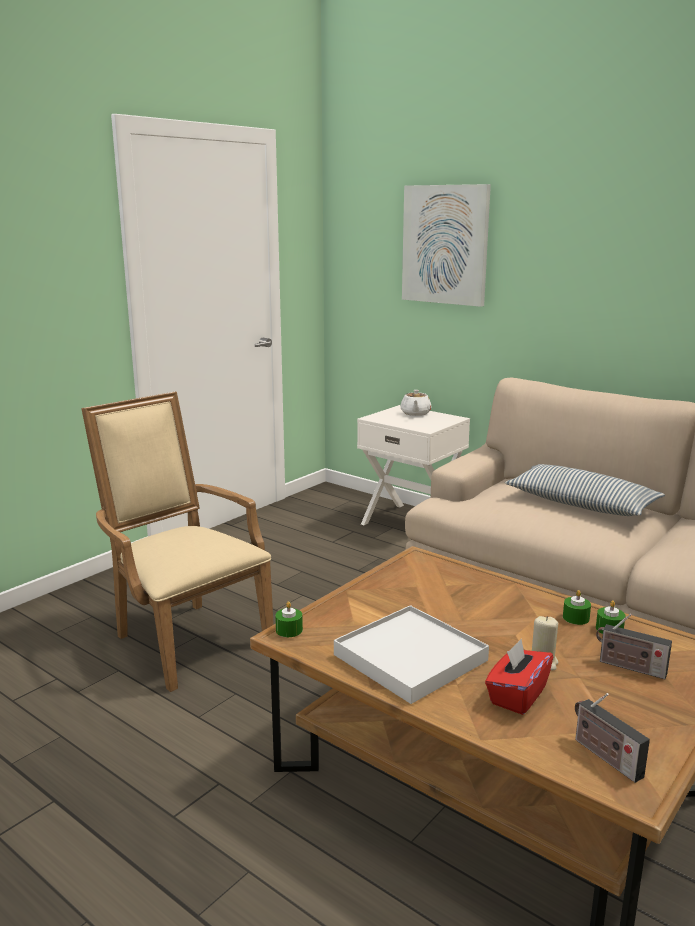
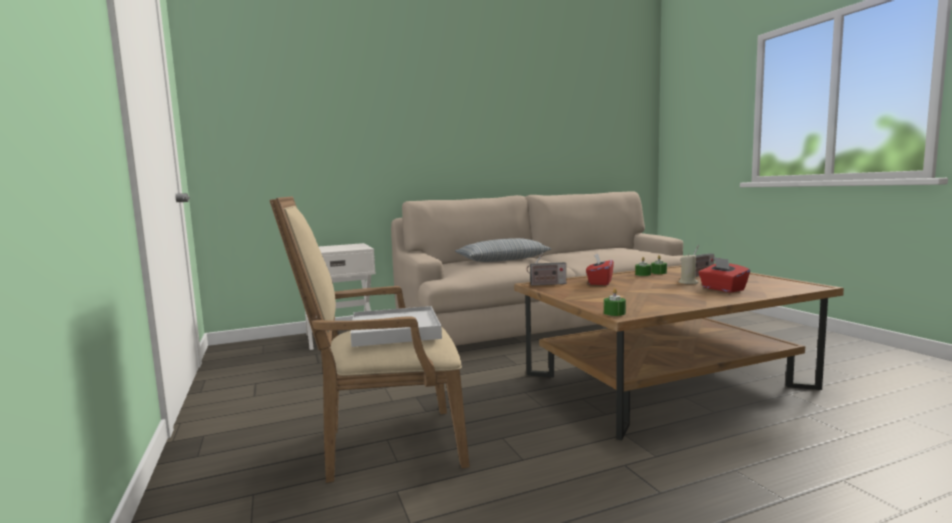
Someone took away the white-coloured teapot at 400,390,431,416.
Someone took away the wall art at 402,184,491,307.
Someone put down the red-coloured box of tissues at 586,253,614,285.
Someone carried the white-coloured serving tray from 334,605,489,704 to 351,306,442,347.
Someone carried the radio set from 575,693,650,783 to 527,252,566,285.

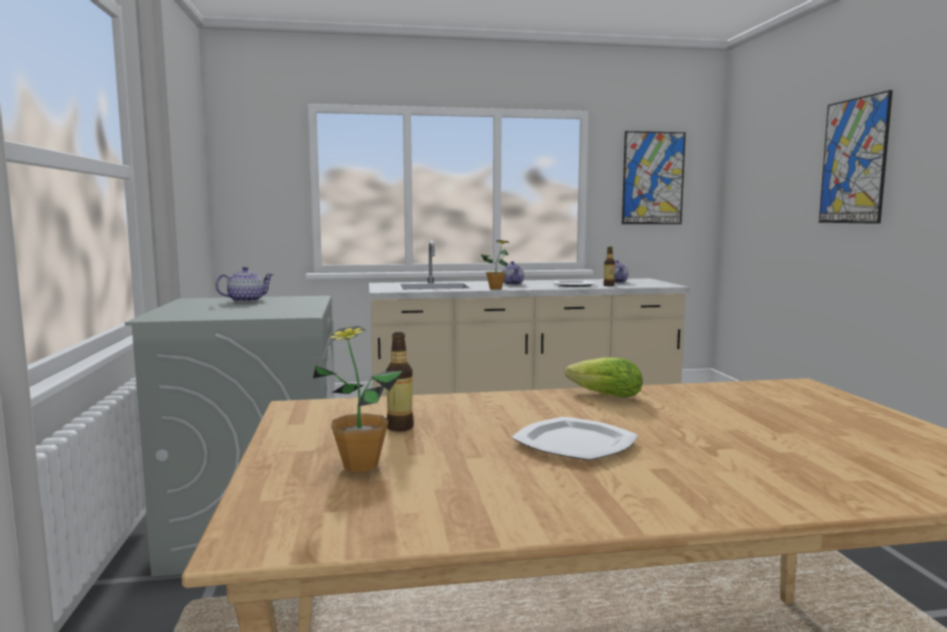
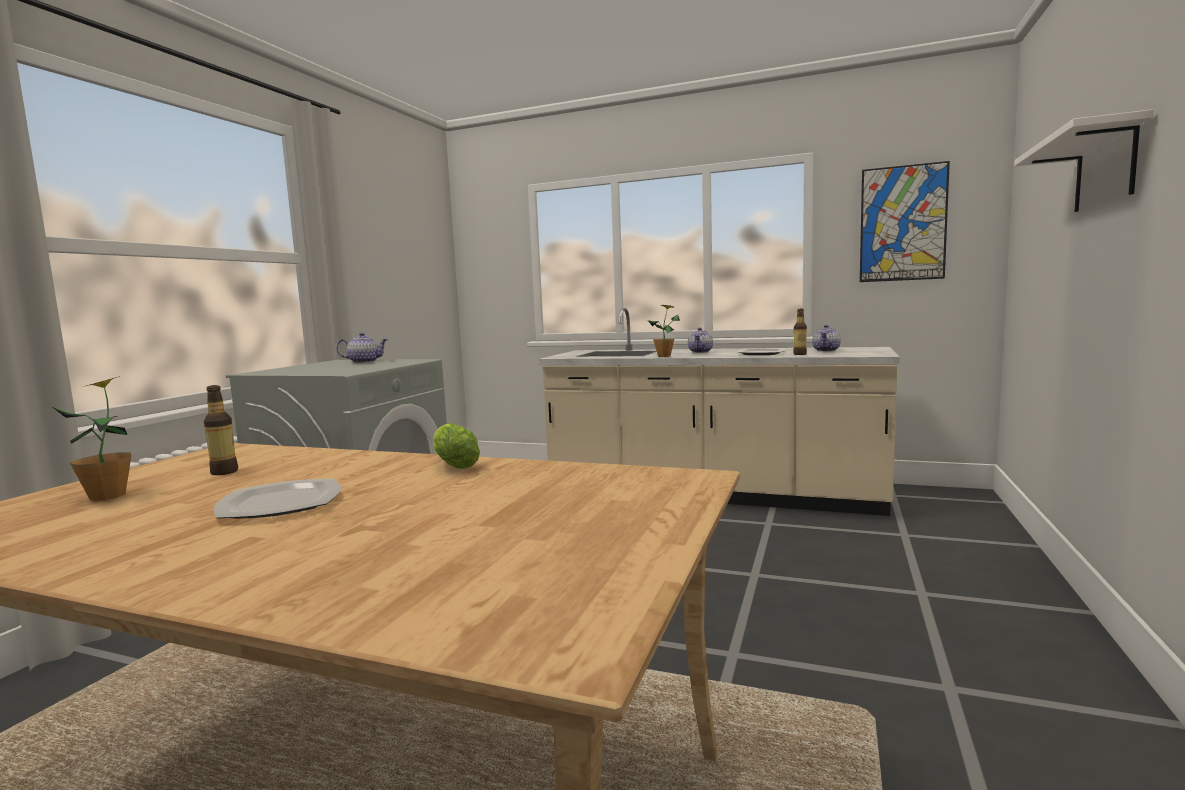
Someone swapped the wall art at 819,90,893,224 for the white-coloured shelf at 1014,109,1153,212.

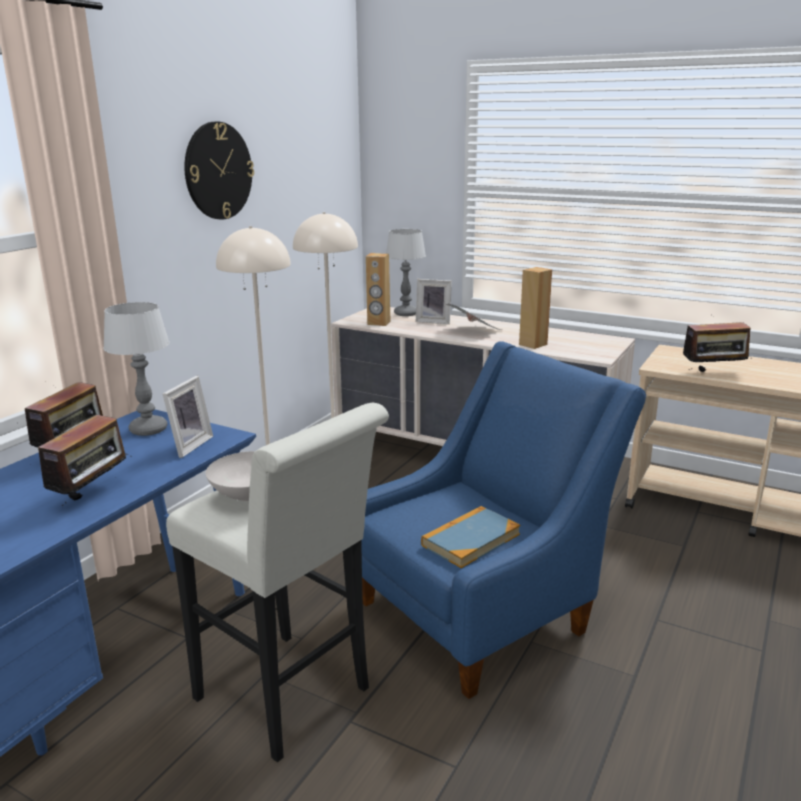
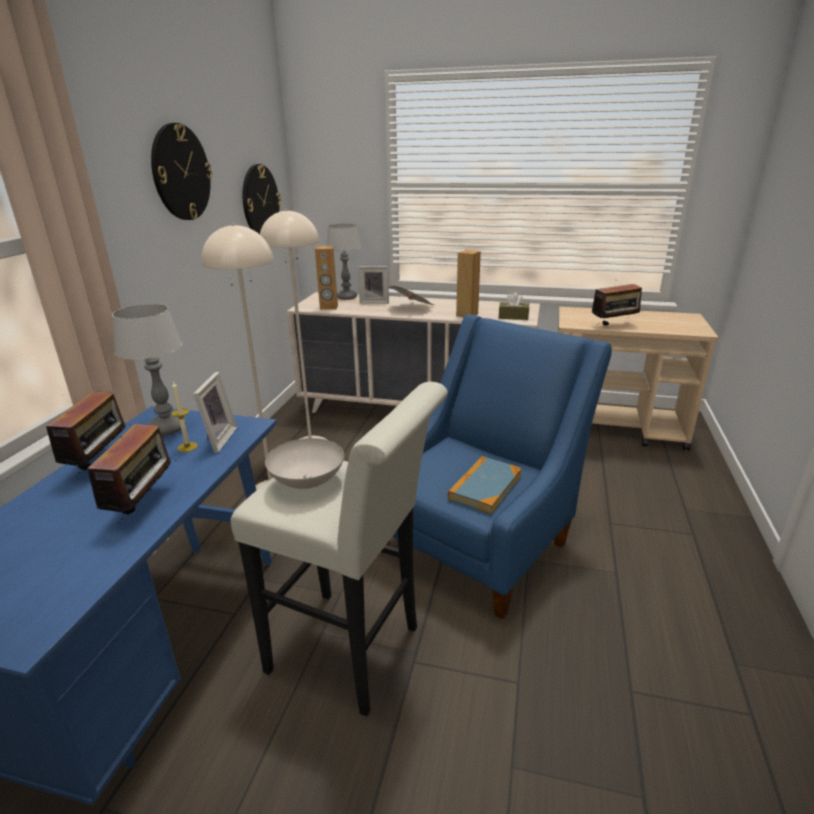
Someone put down the candle at 171,381,198,452.
Someone put up the hanging clock at 243,164,281,234.
Someone put down the brown box of tissues at 499,292,529,320.

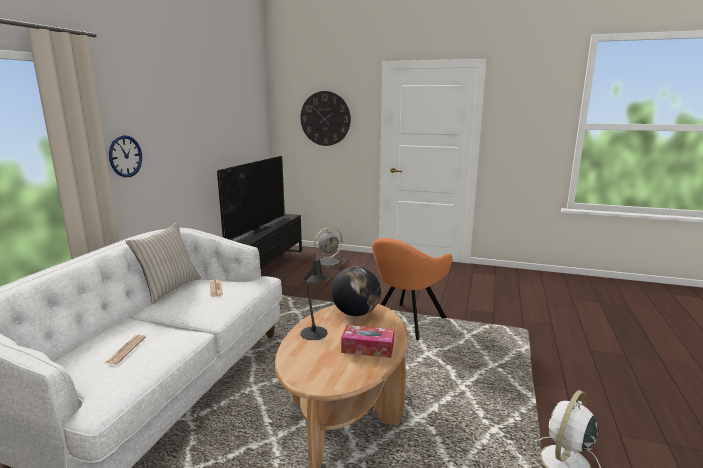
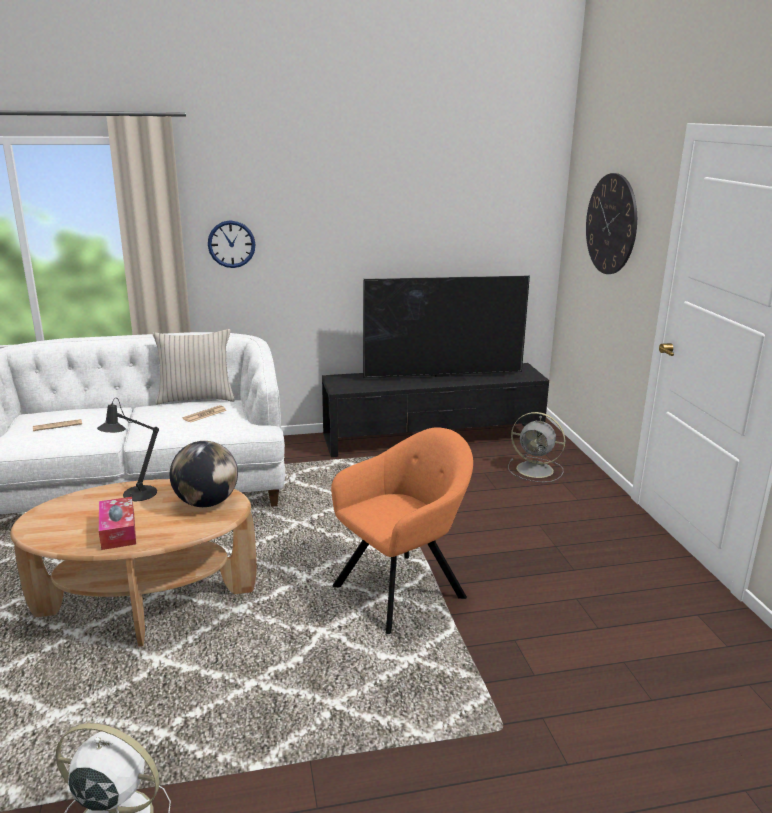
Someone rotated the orange easy chair at 372,238,453,341 by 135 degrees clockwise.

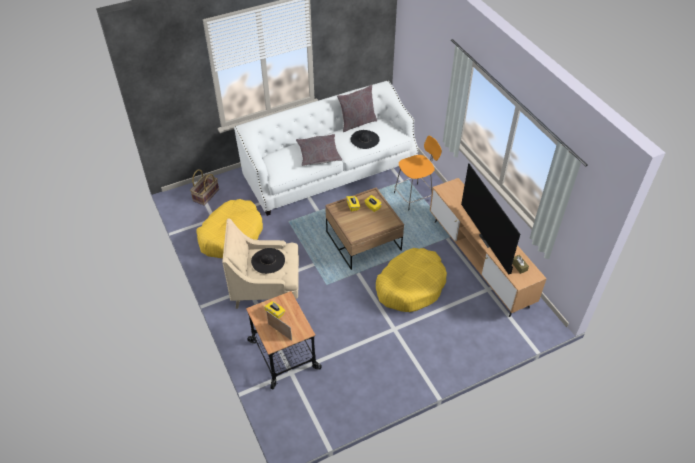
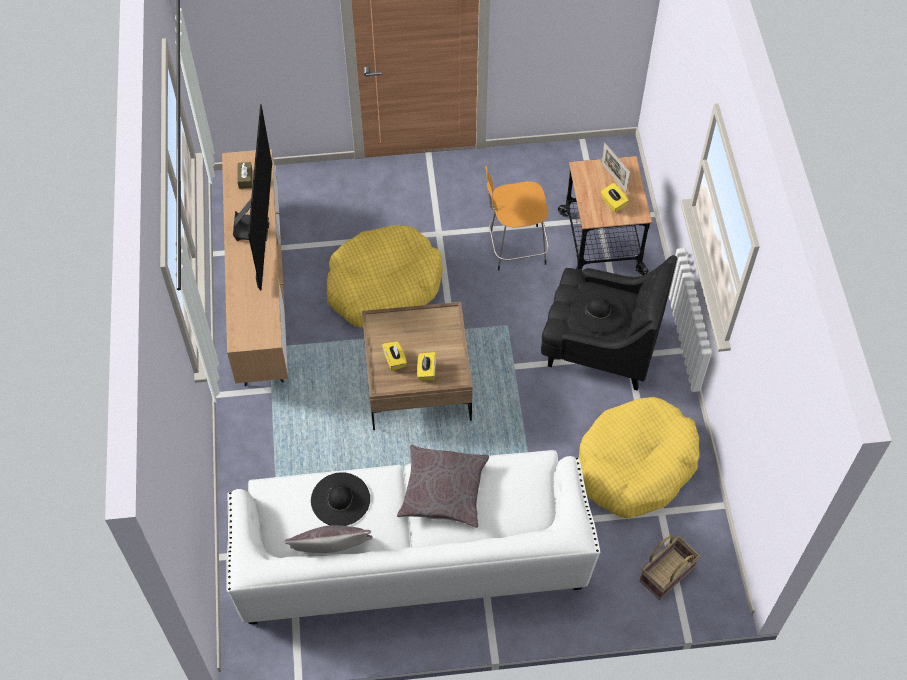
Someone carried the orange sitting stool from 394,136,442,211 to 485,166,549,270.
Someone repainted the sand-coloured easy chair at 222,219,299,309, which became the blackish easy chair at 541,255,677,391.

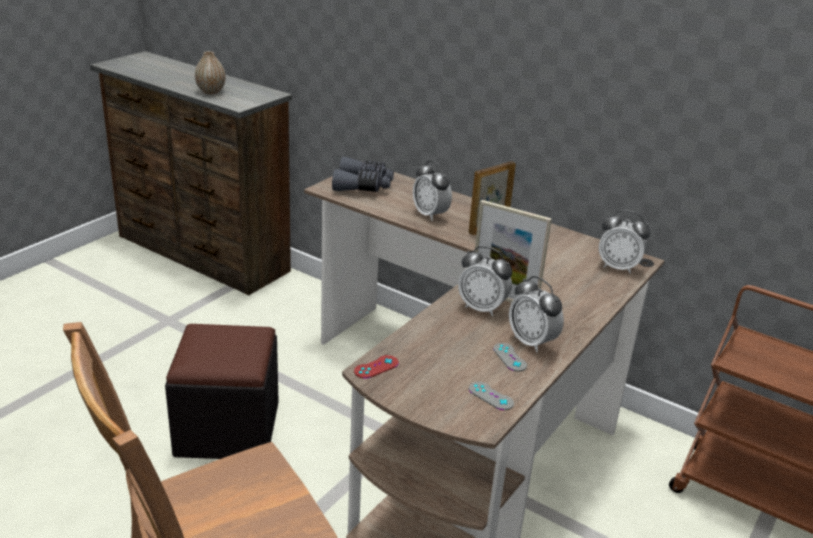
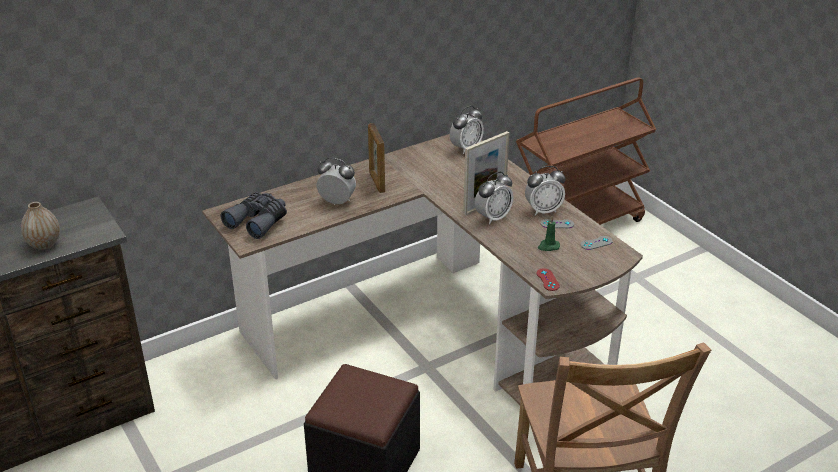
Someone put down the green-coloured candle at 538,216,560,251.
Someone rotated the bedside clock at 413,160,452,221 by 150 degrees counterclockwise.

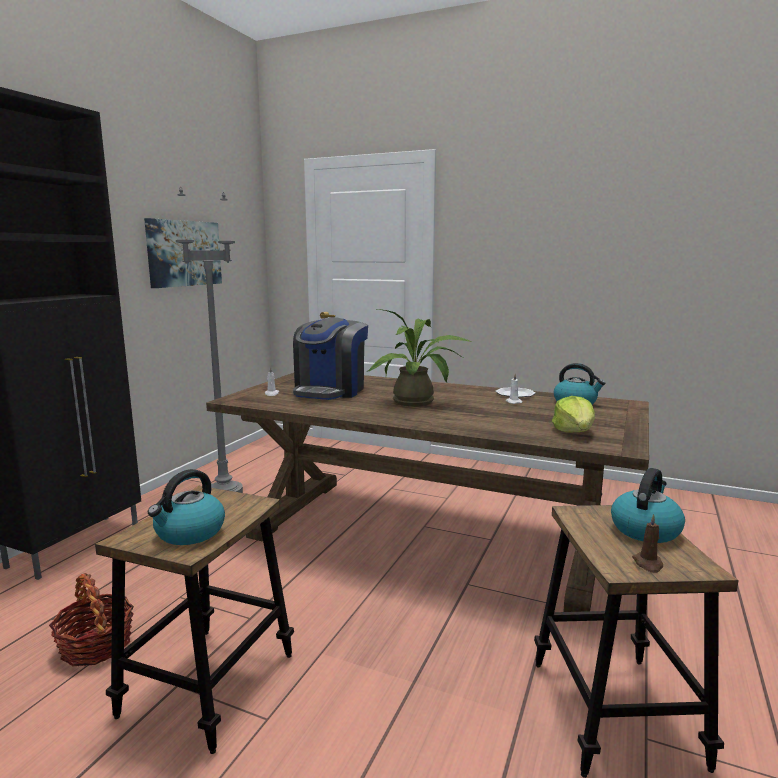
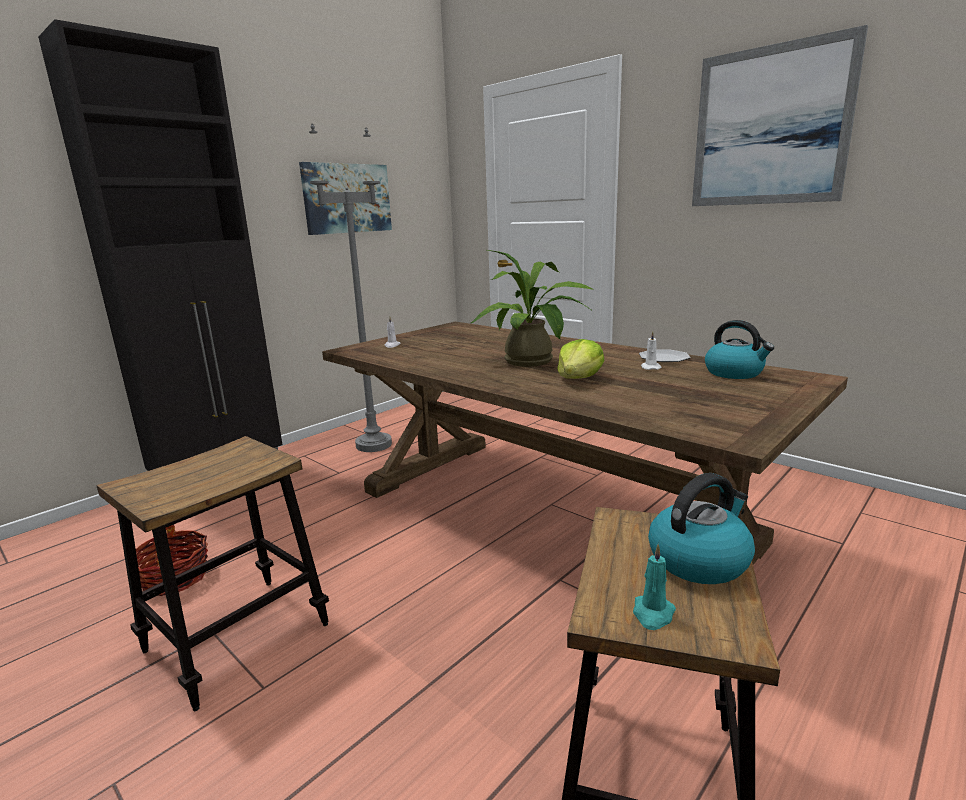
Someone took away the kettle at 148,469,225,545.
Someone took away the coffee brewer at 293,317,368,400.
Someone put up the wall art at 692,25,868,206.
Someone carried the lettuce head from 552,396,595,432 to 557,339,605,379.
Someone repainted the brown candle at 632,514,663,573, which became the blue-green candle at 633,544,676,630.

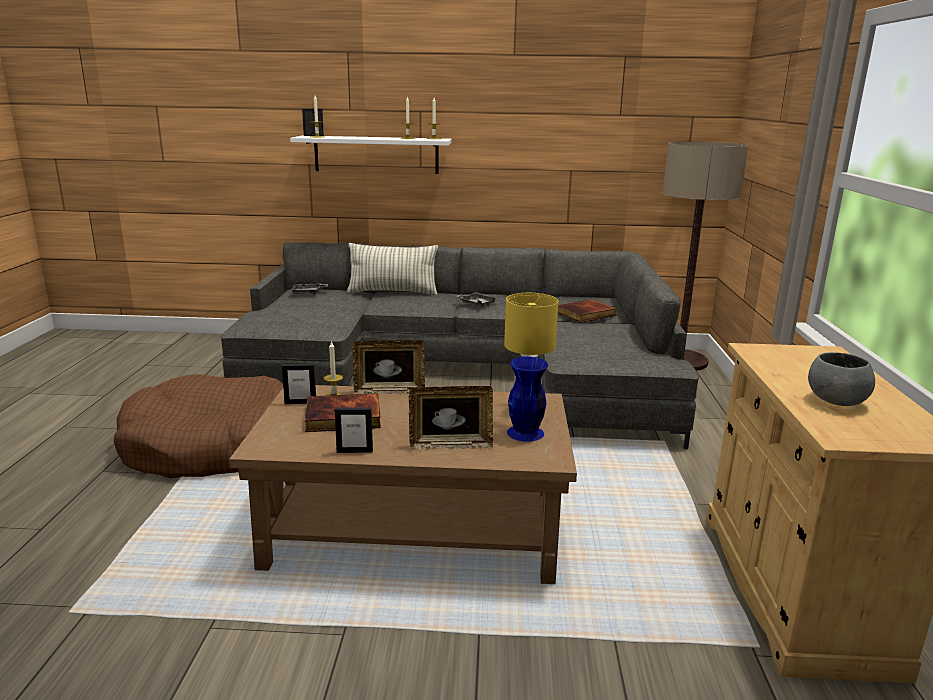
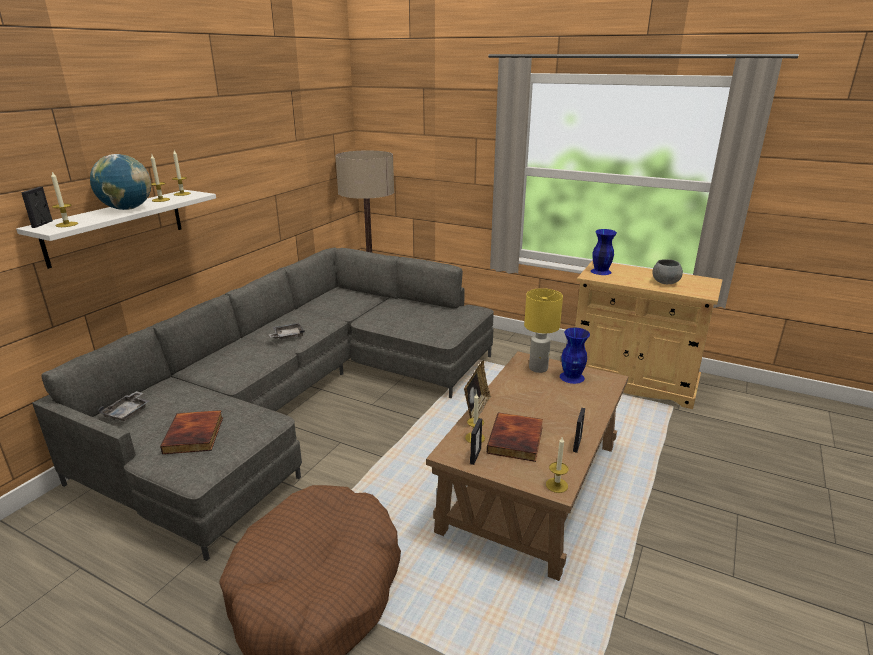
Someone took away the cushion at 347,243,438,296.
Someone took away the photo frame at 409,386,493,449.
Someone put down the world globe at 90,154,151,210.
Someone put down the candle at 546,437,568,493.
Someone put down the blue-coloured flower vase at 591,229,617,275.
Someone carried the book from 558,299,617,323 to 160,410,223,454.

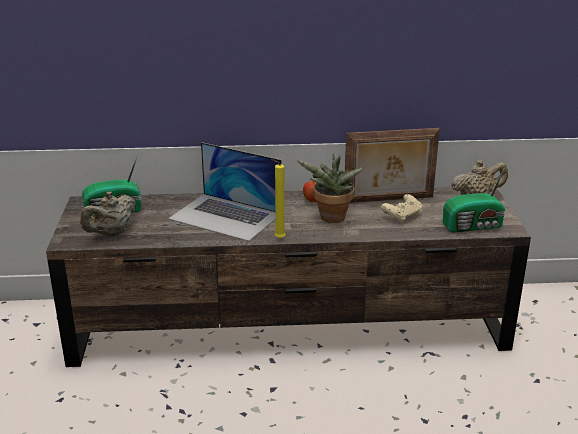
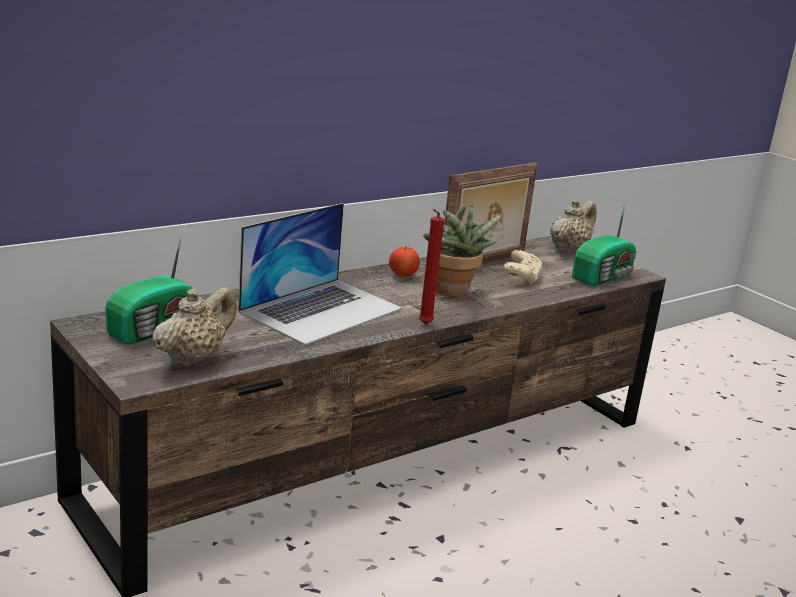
Someone repainted the yellow-coloured candle at 271,159,286,239, which became the red-coloured candle at 418,209,444,325.
Someone rotated the sand-coloured teapot at 80,192,136,237 by 150 degrees counterclockwise.
Someone rotated the portable computer at 168,142,282,241 by 45 degrees counterclockwise.

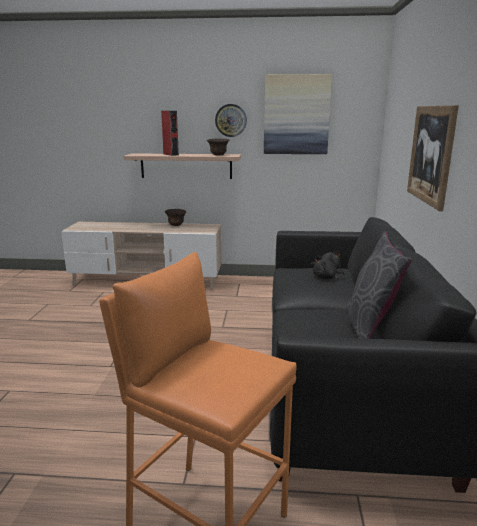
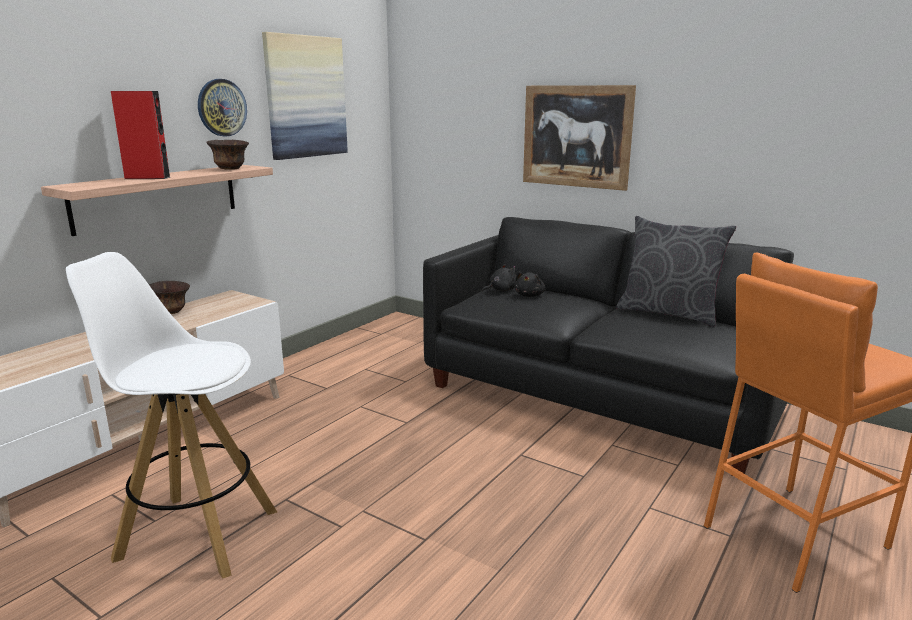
Someone put down the white-coloured sitting stool at 66,252,277,579.

